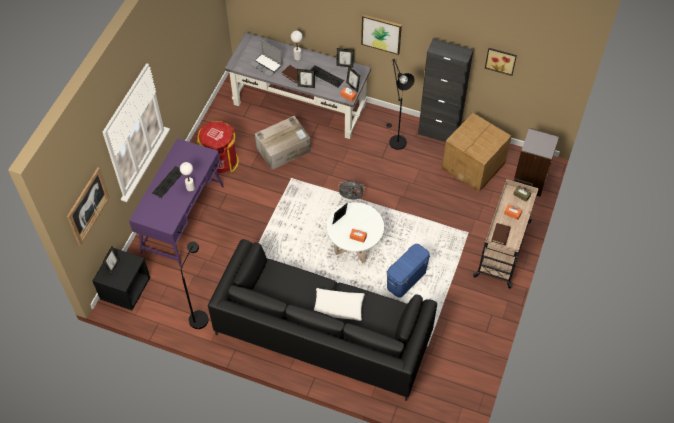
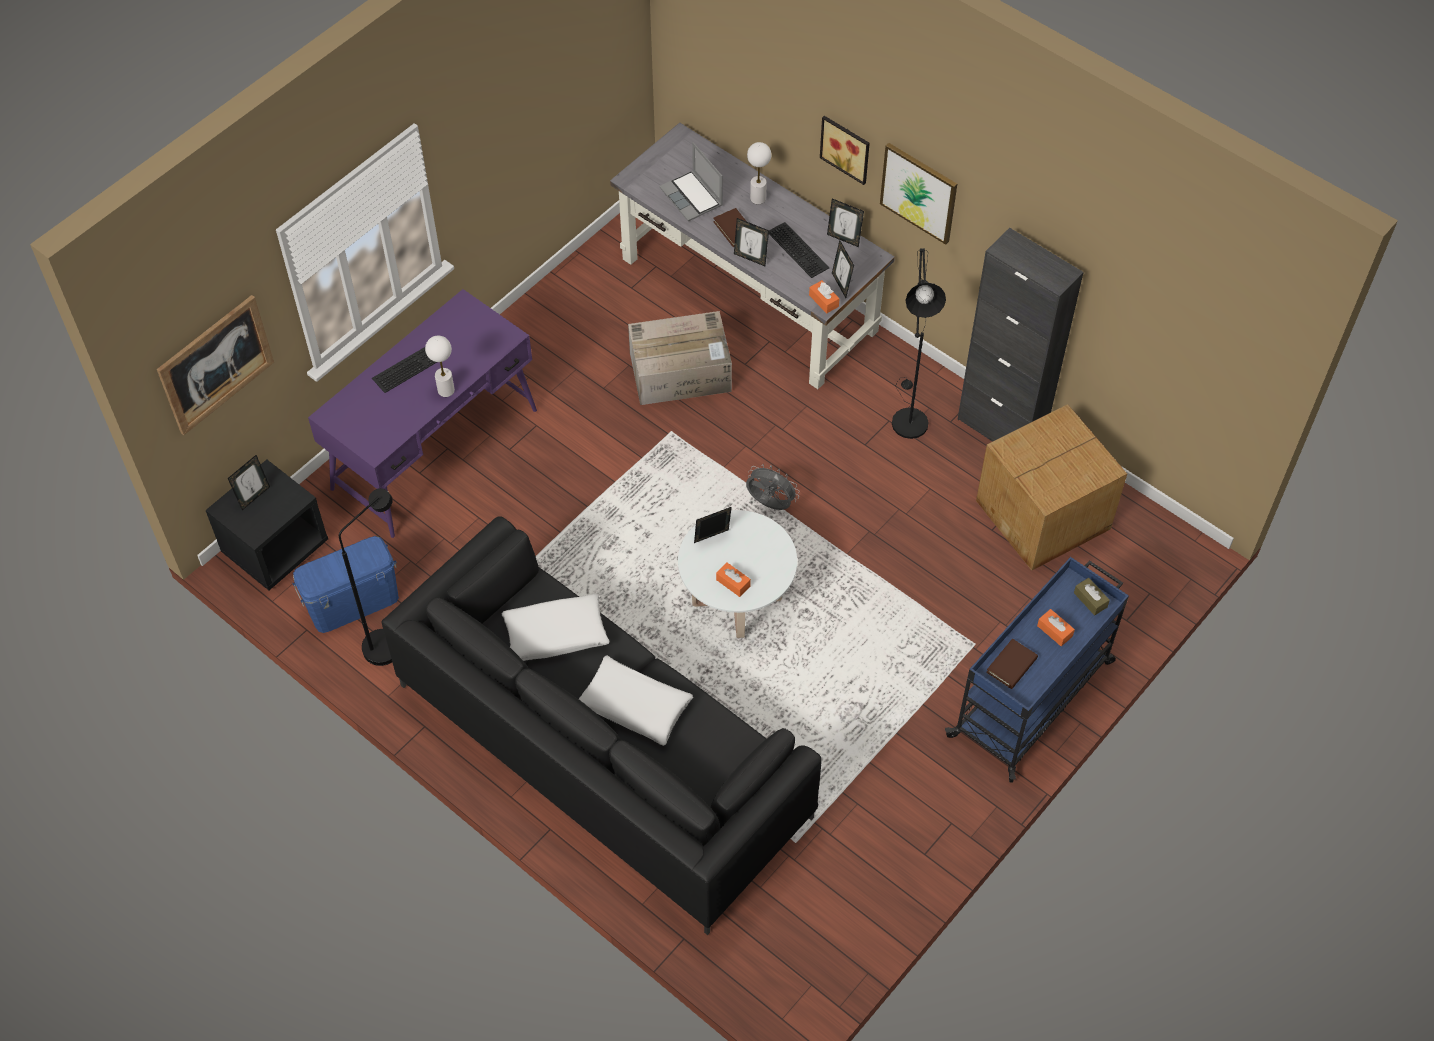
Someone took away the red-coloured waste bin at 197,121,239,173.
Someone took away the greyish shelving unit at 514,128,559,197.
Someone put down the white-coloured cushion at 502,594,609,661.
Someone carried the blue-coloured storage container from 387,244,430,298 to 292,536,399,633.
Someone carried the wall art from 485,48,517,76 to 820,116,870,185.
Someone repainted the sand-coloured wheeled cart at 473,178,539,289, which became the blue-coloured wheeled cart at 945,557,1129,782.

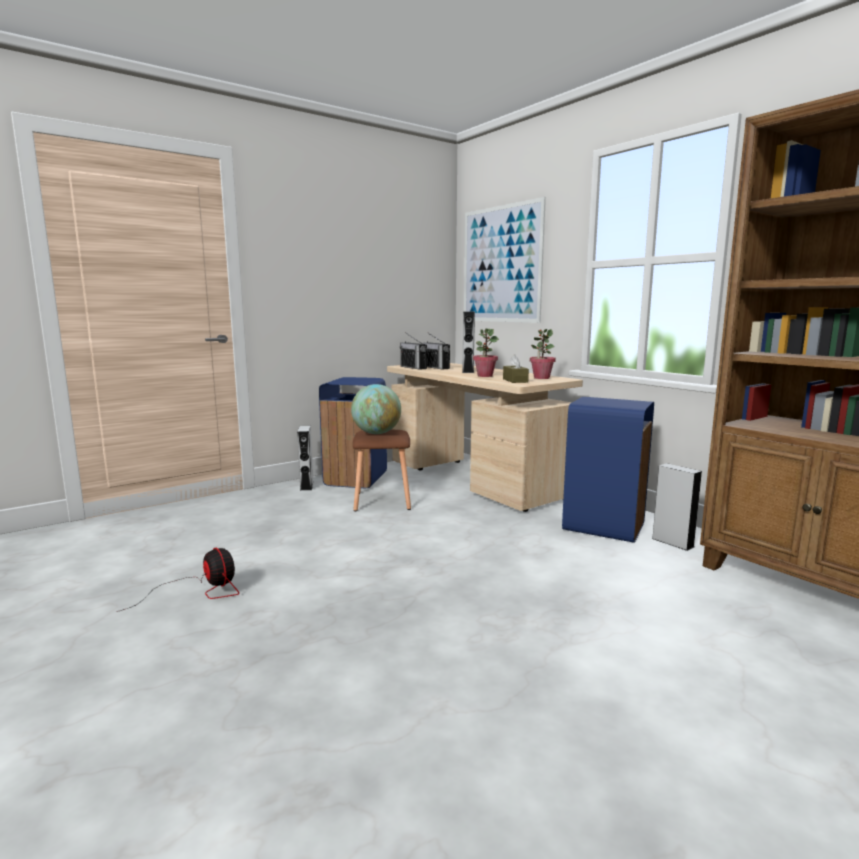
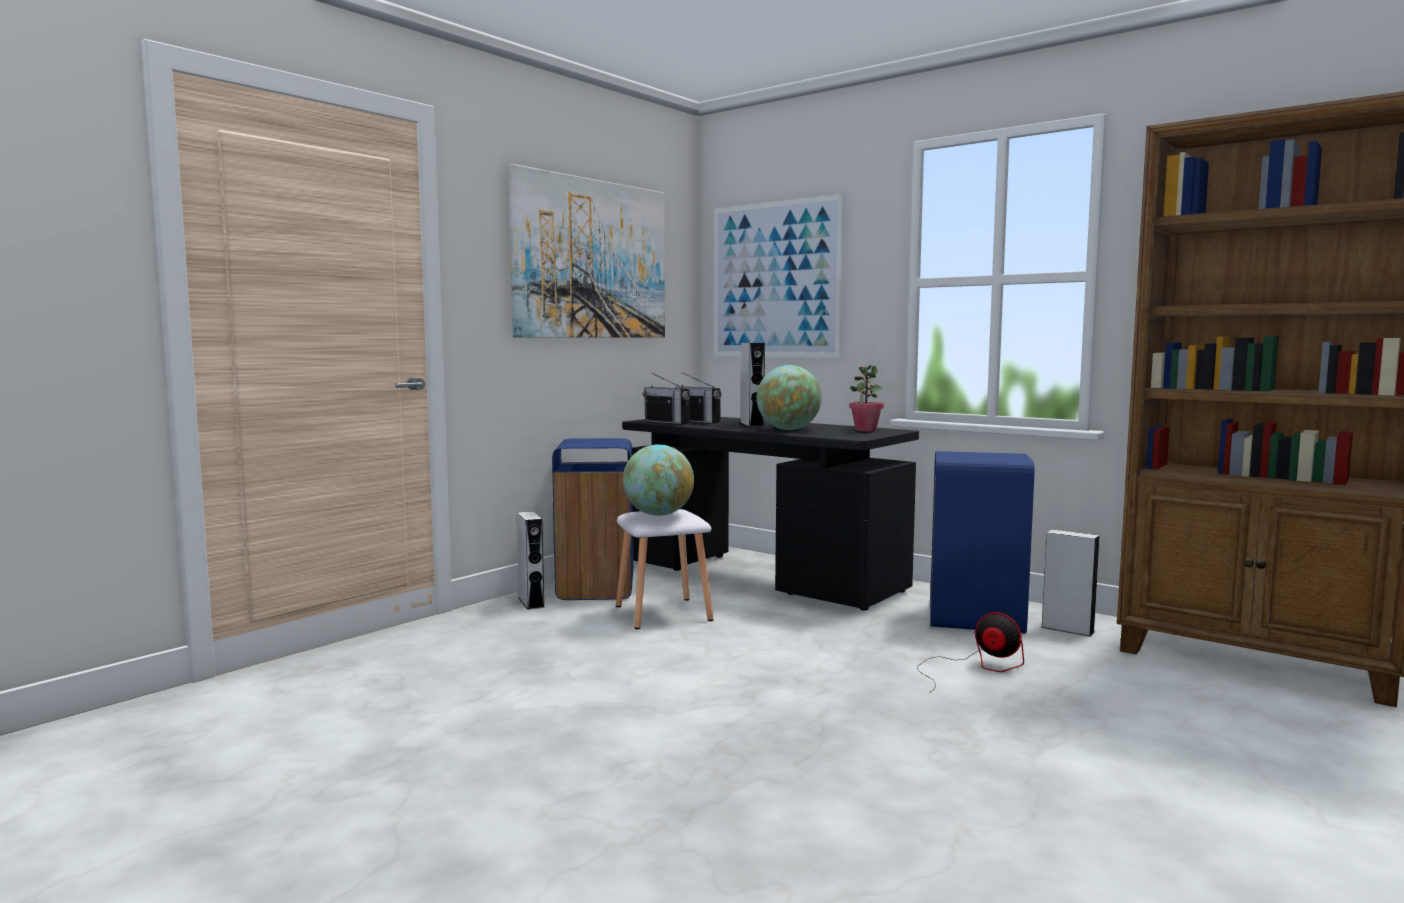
Someone took away the brown box of tissues at 503,354,529,383.
Someone put up the wall art at 508,164,665,338.
Someone carried the cooling fan from 116,548,239,612 to 917,612,1024,692.
Someone swapped the houseplant at 473,328,499,377 for the world globe at 757,365,822,430.
Someone repainted the brown sitting stool at 353,430,411,511, which became the white-coloured sitting stool at 616,509,713,629.
Someone repainted the sand-coloured desk unit at 387,363,583,512, which became the blackish desk unit at 622,417,919,610.

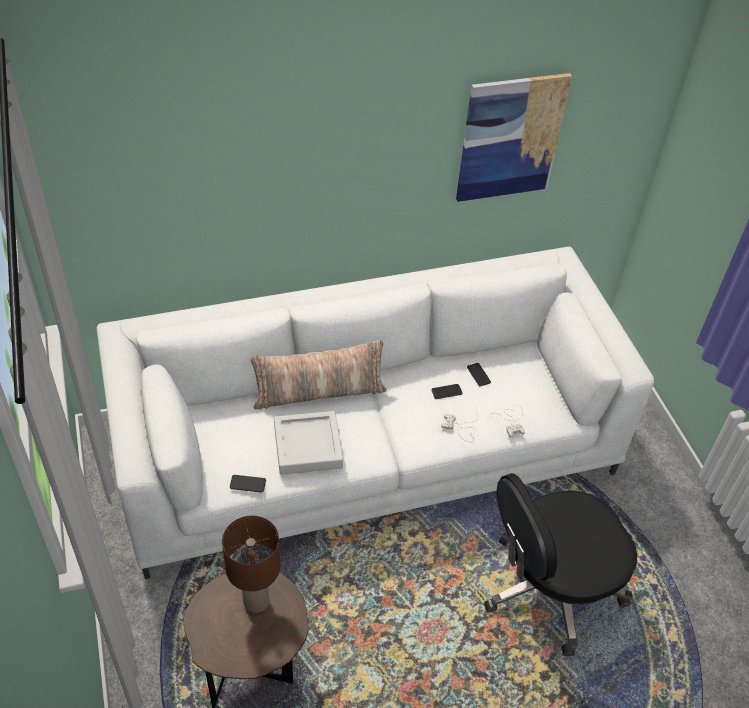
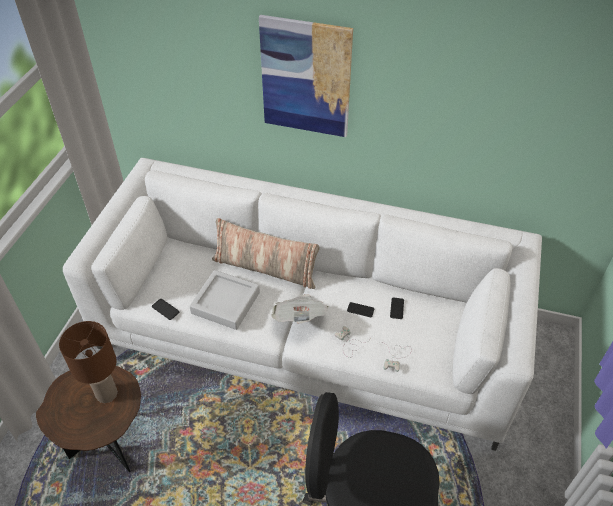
Someone put down the printed paper at 271,294,328,324.
Someone carried the wall art from 456,73,572,202 to 259,15,353,137.

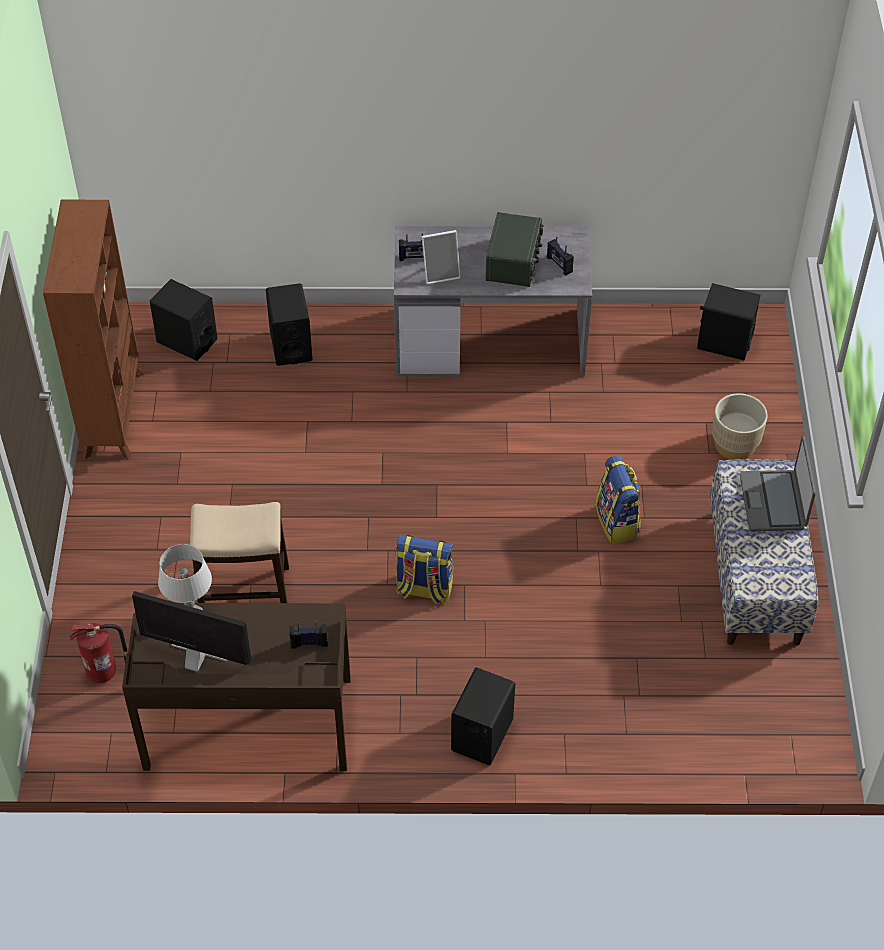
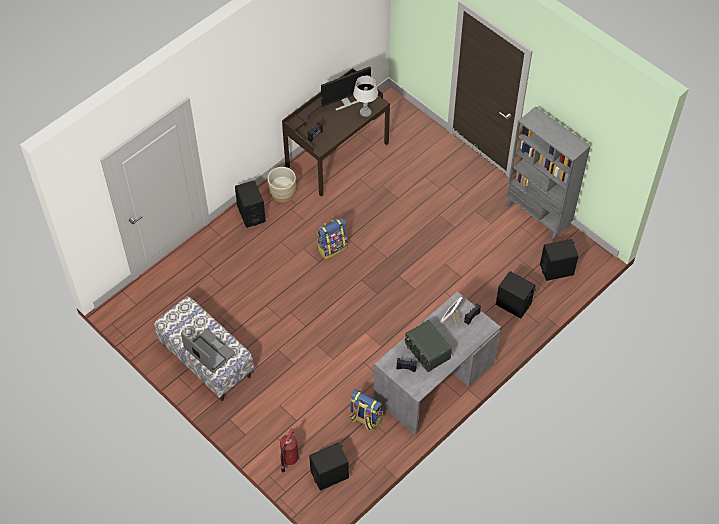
Someone took away the sitting stool at 190,502,289,603.
Someone carried the fire extinguisher from 70,623,128,683 to 280,428,298,473.
Someone carried the rucksack from 596,456,641,544 to 350,389,383,431.
Someone carried the sand-coloured planter from 712,393,768,460 to 268,167,296,202.
Someone repainted the brown shelving unit at 43,200,144,459, which became the greyish shelving unit at 506,107,591,241.

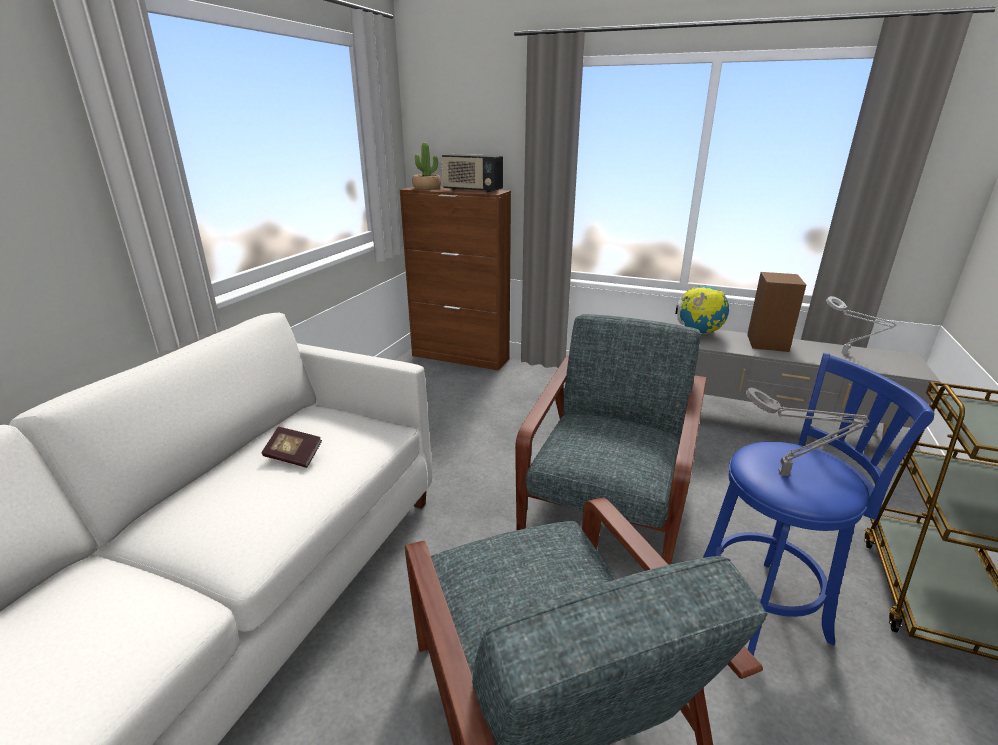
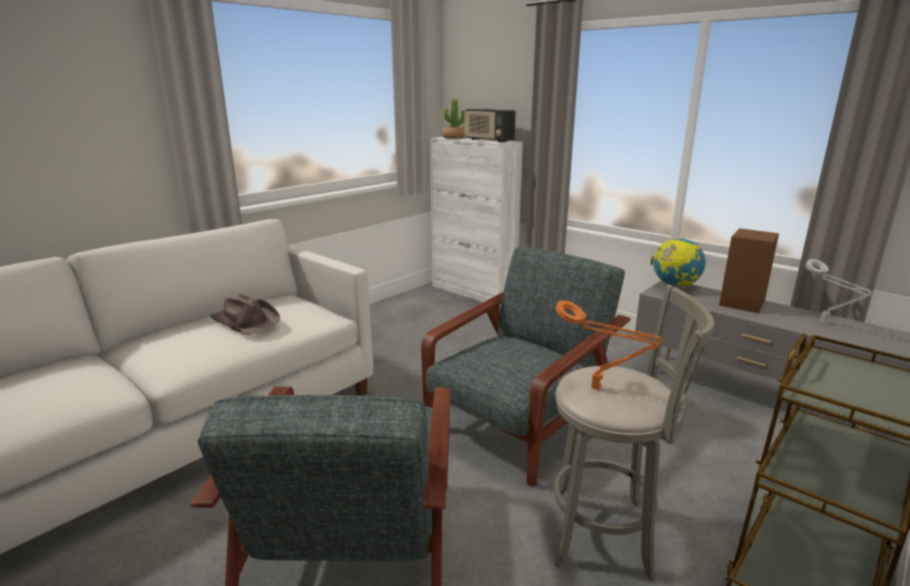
Someone swapped the book at 262,427,322,468 for the brown clothing hat at 210,293,280,335.
Someone repainted the brown storage cabinet at 400,187,511,371, which became the white-coloured storage cabinet at 430,137,523,307.
Someone repainted the blue-coloured sitting stool at 703,353,934,656, which became the greyish sitting stool at 554,284,714,580.
Someone repainted the greyish tabletop lamp at 746,388,870,476, which became the orange tabletop lamp at 555,300,663,390.

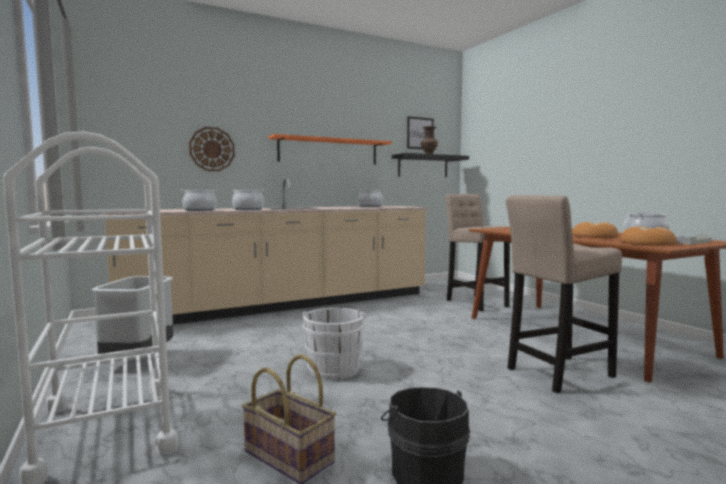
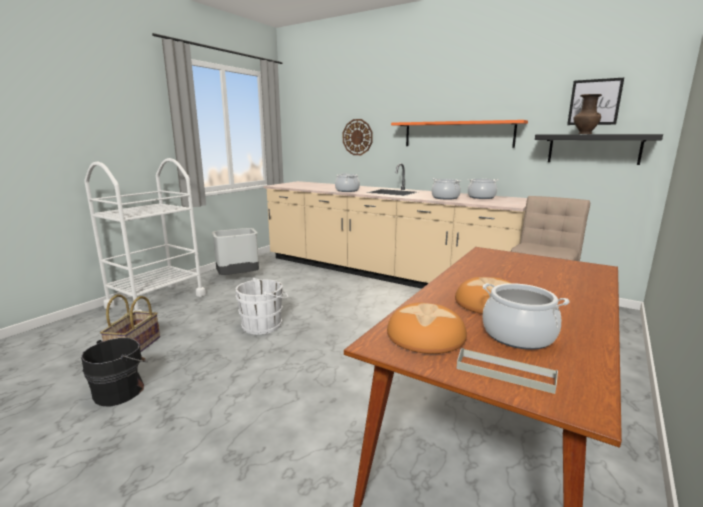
Someone took away the sand-coloured sitting stool at 506,195,622,393.
Someone carried the stockpot from 181,189,217,211 to 432,178,462,200.

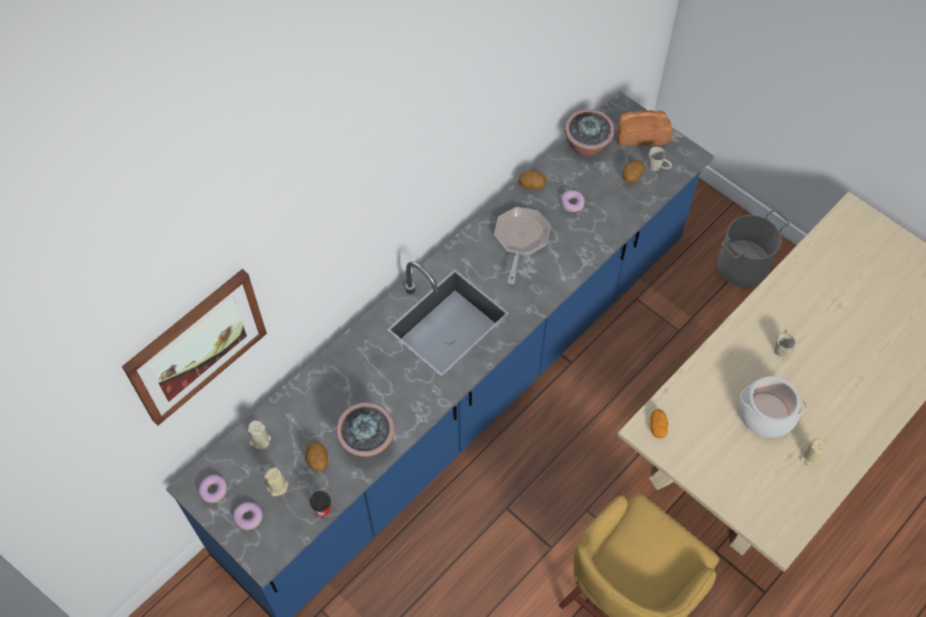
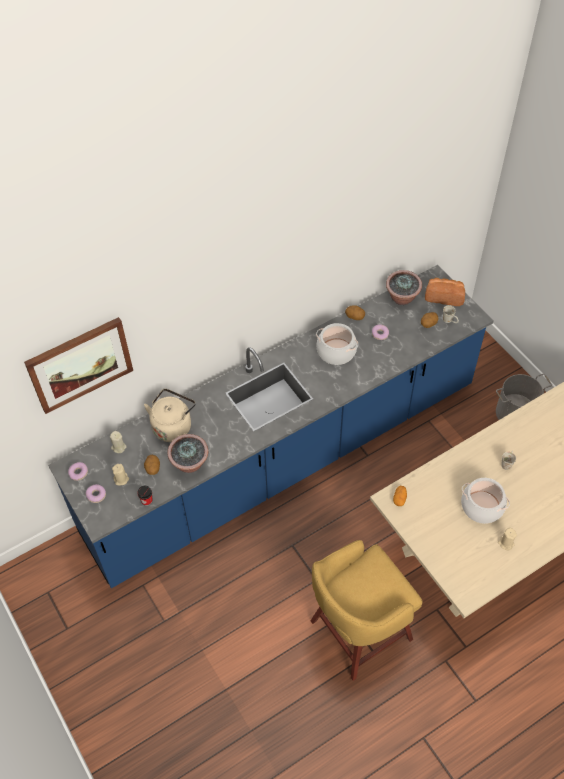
Someone put down the sand-coloured kettle at 144,389,196,442.
Someone swapped the skillet at 494,207,551,284 for the stockpot at 316,323,358,365.

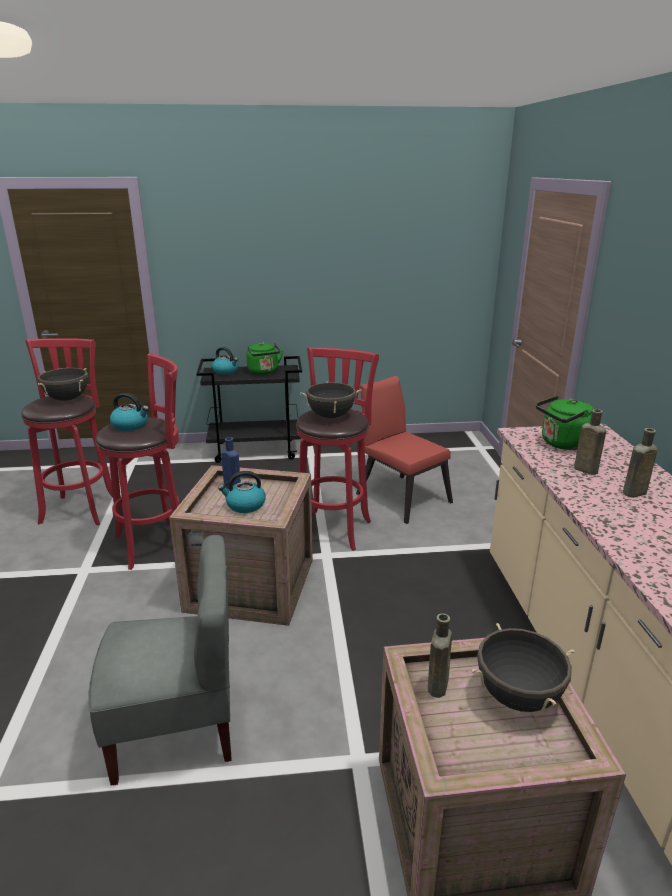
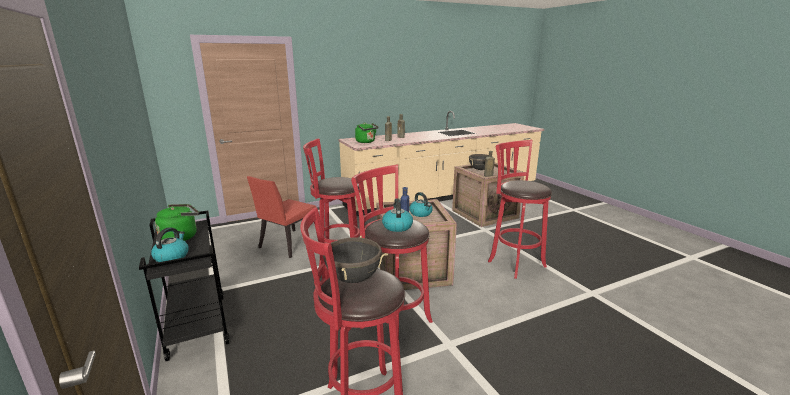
Someone took away the blackish stockpot at 300,382,362,418.
Someone swapped the greyish chair at 89,535,231,786 for the red-coloured sitting stool at 488,140,552,279.

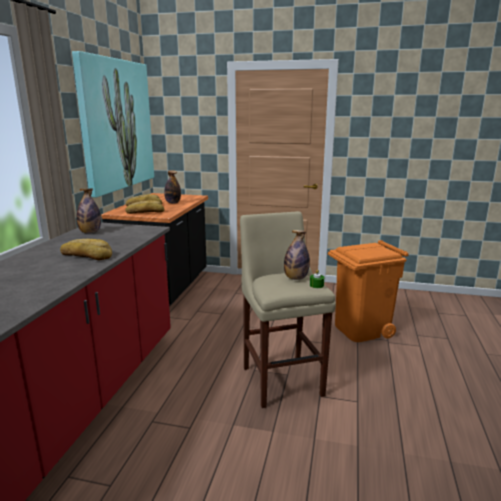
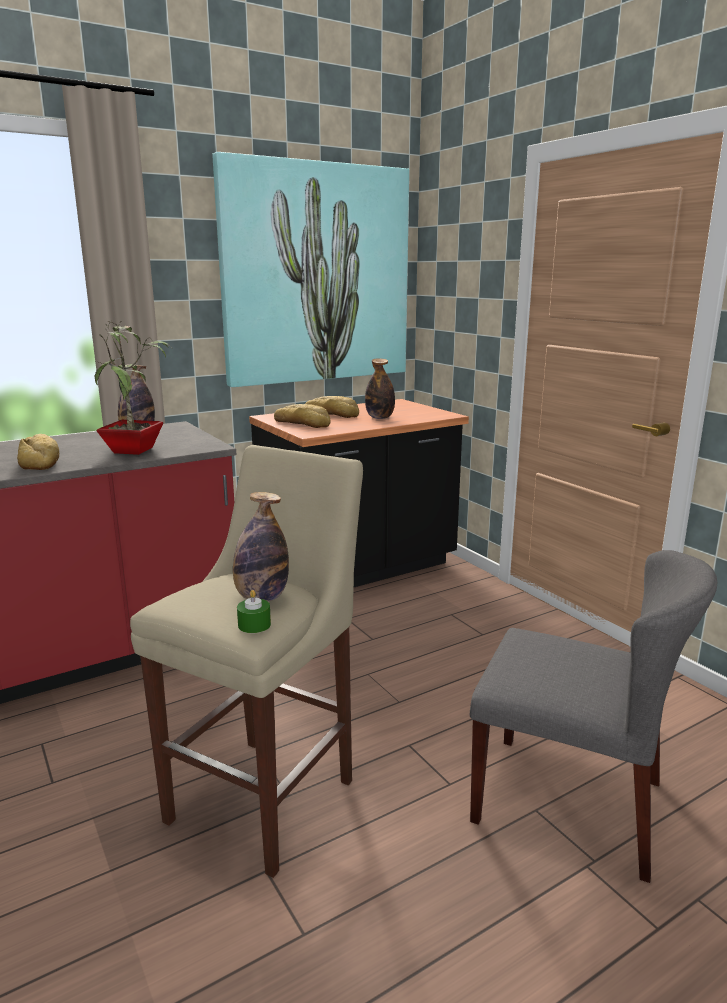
Someone put down the houseplant at 94,321,173,455.
Someone swapped the orange waste bin at 328,240,409,342 for the greyish chair at 470,550,717,883.

